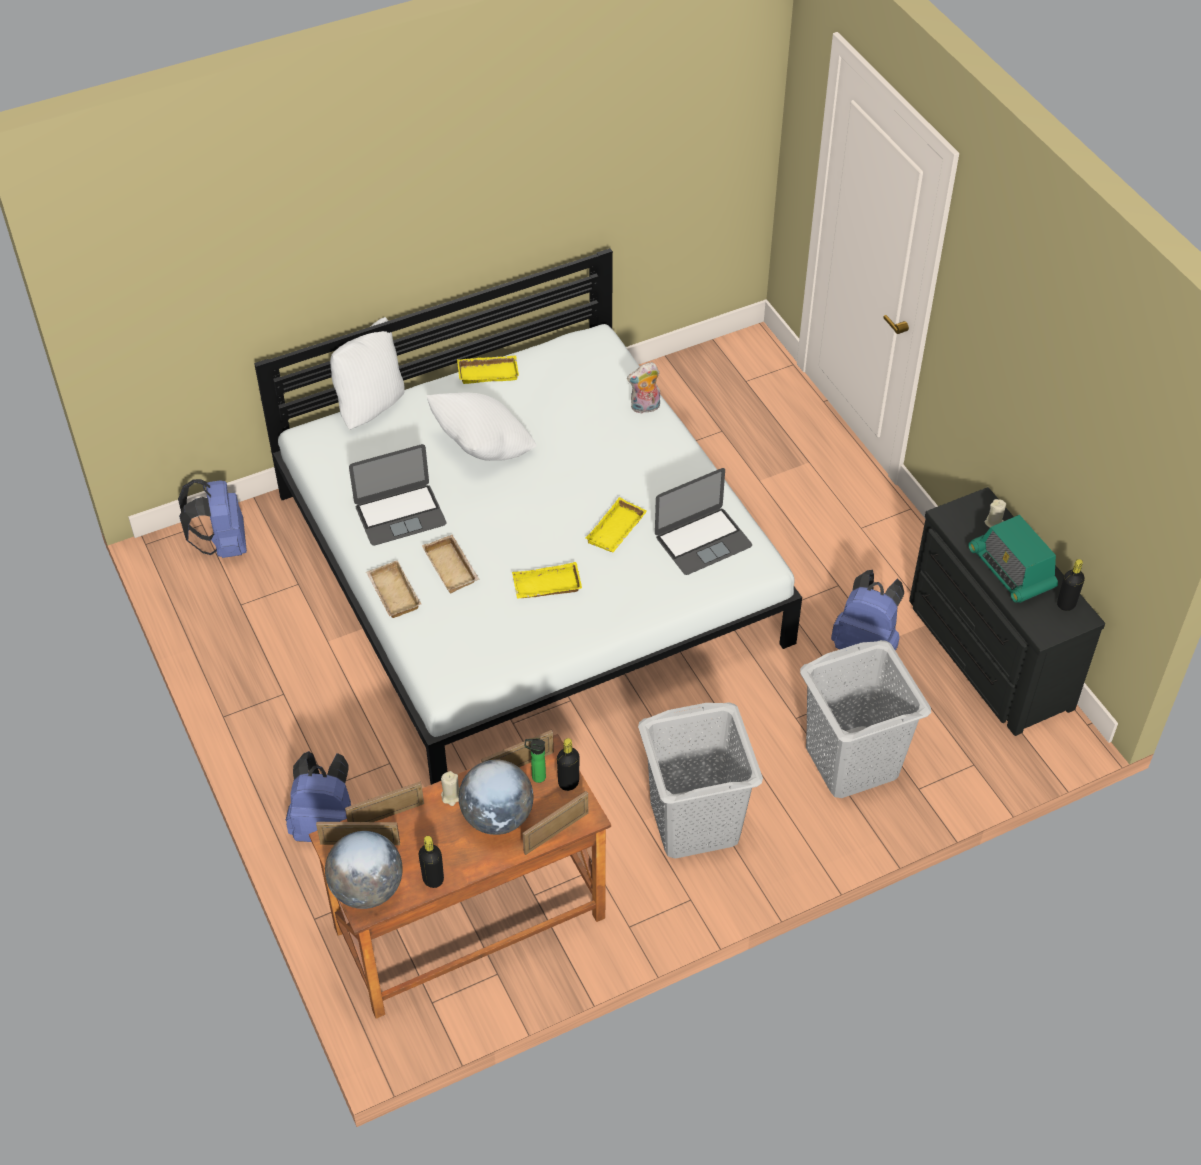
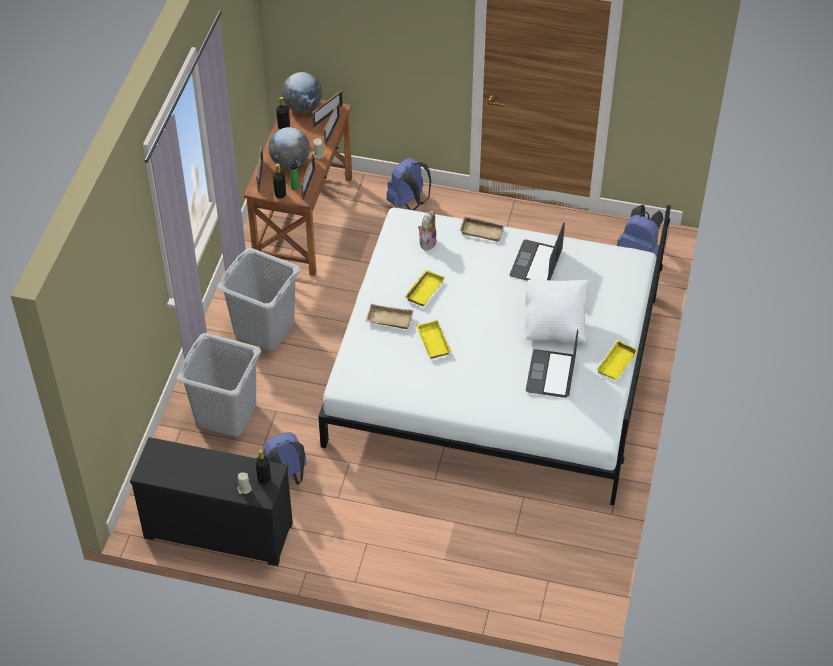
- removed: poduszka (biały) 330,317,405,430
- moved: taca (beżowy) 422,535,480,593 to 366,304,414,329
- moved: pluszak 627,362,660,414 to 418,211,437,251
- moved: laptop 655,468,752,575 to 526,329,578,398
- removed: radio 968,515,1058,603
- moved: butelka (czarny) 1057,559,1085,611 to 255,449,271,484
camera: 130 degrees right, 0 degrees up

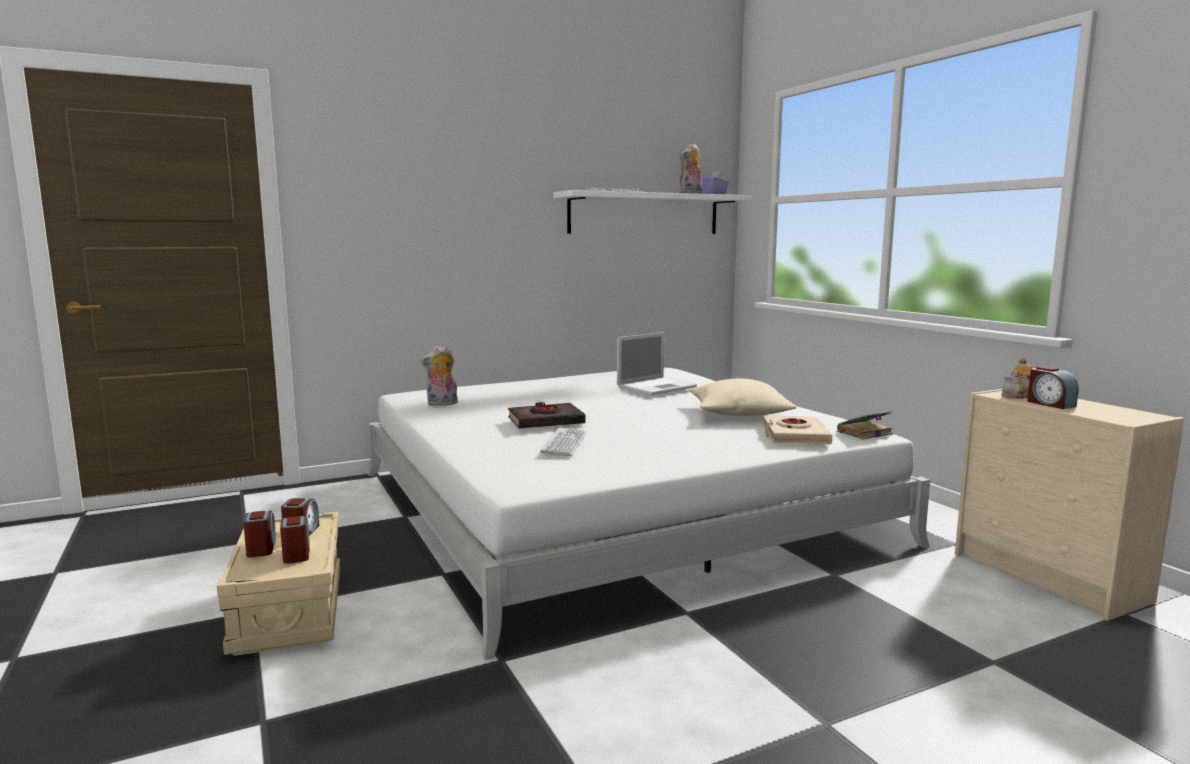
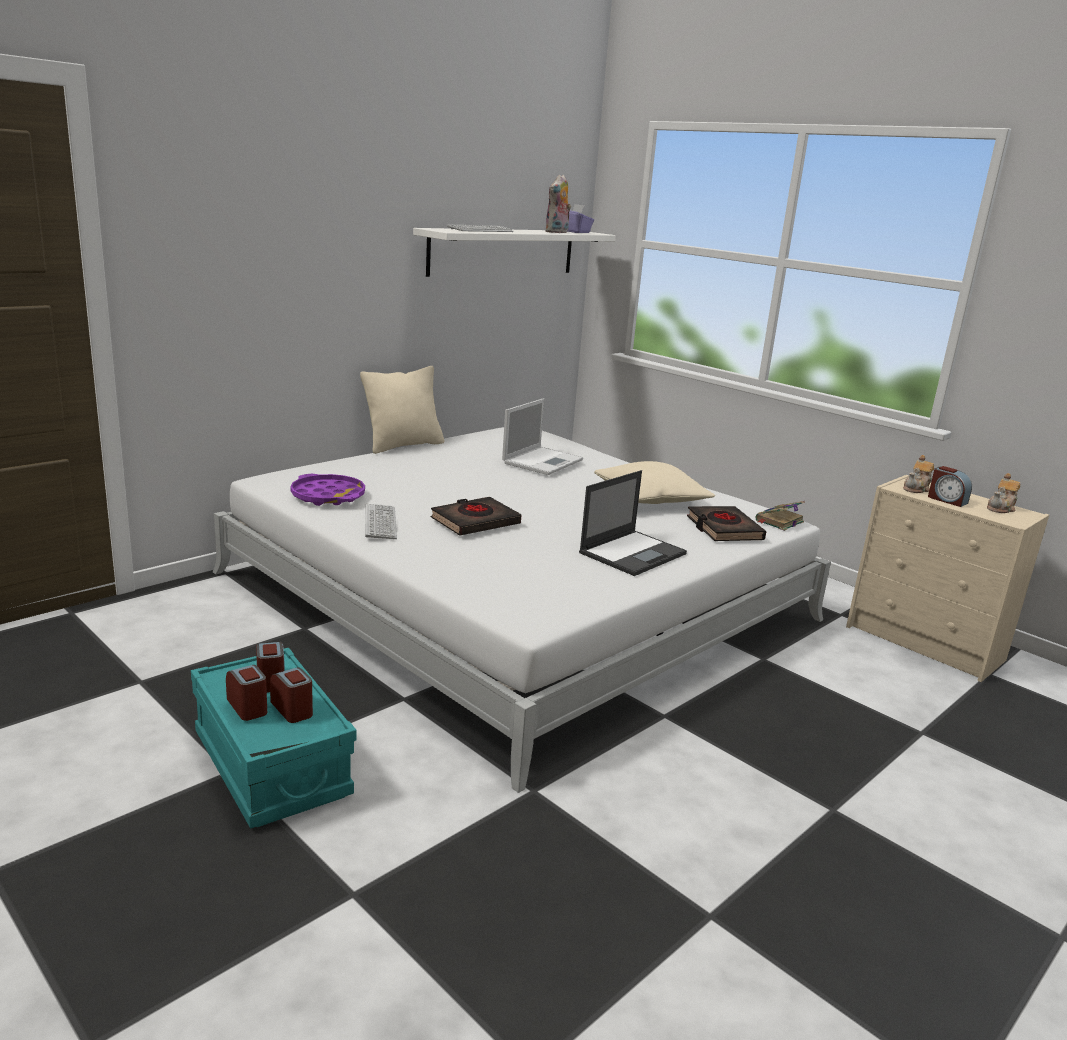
- recoloured: pojemnik do przechowywania (beżowy) 217,512,340,656 to pojemnik do przechowywania (turkusowy) 191,648,357,828
- replaced: pluszak 420,345,458,406 to taca (fioletowy) 290,474,365,506
- moved: klawiatura 540,428,587,456 to 365,504,397,539
- recoloured: książka (beżowy) 763,415,832,444 to książka (czarny) 687,506,766,541
- added: poduszka (beżowy) 360,366,444,454
- added: laptop 579,470,687,576
- added: imbryk 987,473,1020,513
camera: 20 degrees left, 10 degrees up

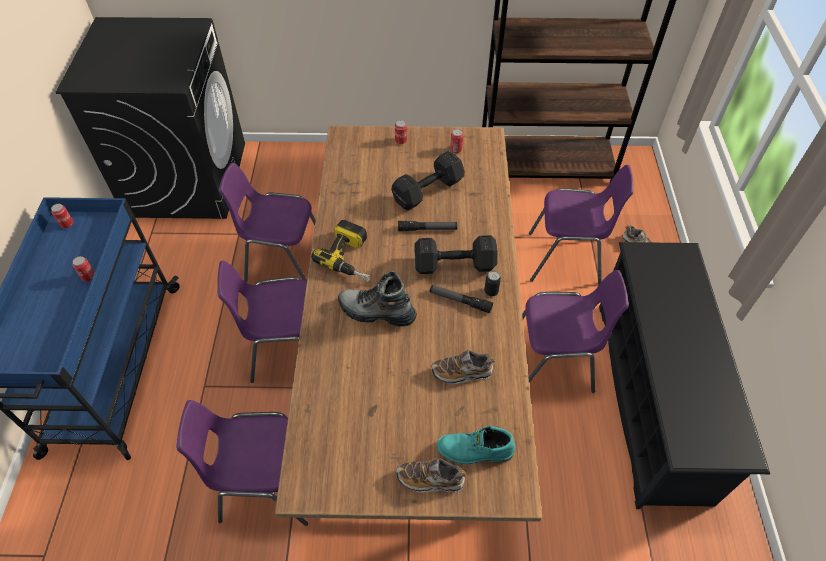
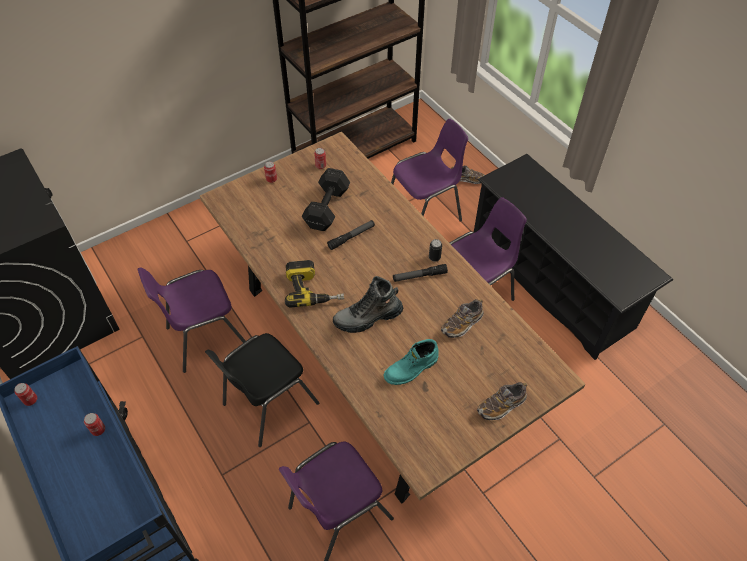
- recoloured: krzesło (fioletowy) 217,261,307,383 to krzesło (czarny) 205,333,319,447
- removed: hantel (czarny) 414,235,498,274
- moved: but z cholewką (turkusowy) 437,426,515,464 to 384,339,439,385
camera: 35 degrees left, 0 degrees up

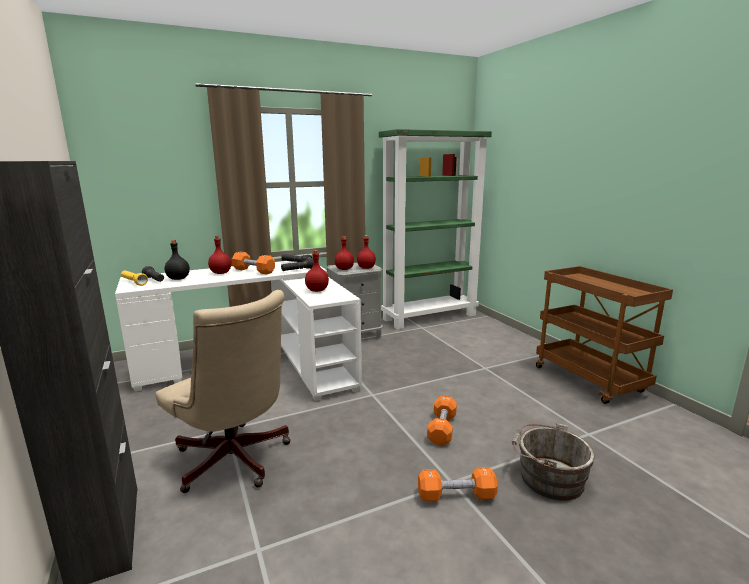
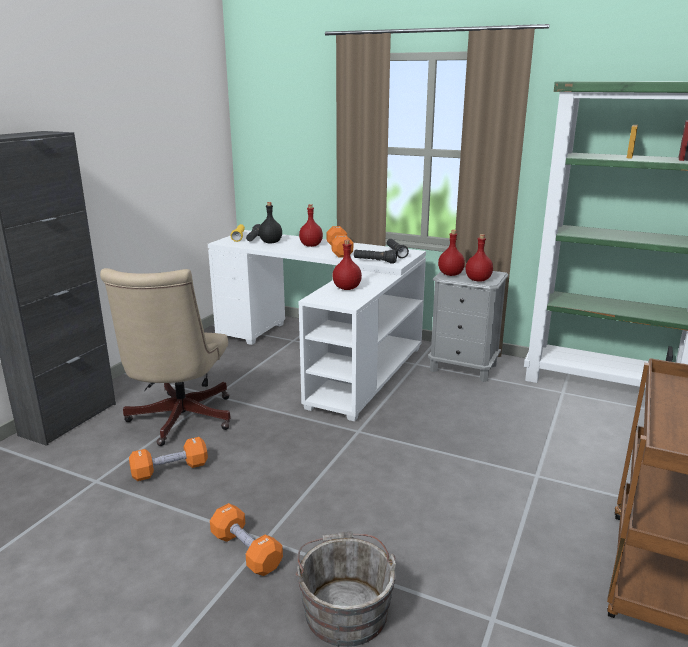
- moved: hantel (pomarańczowy) 427,395,457,446 to 129,437,208,481
camera: 50 degrees right, 5 degrees up

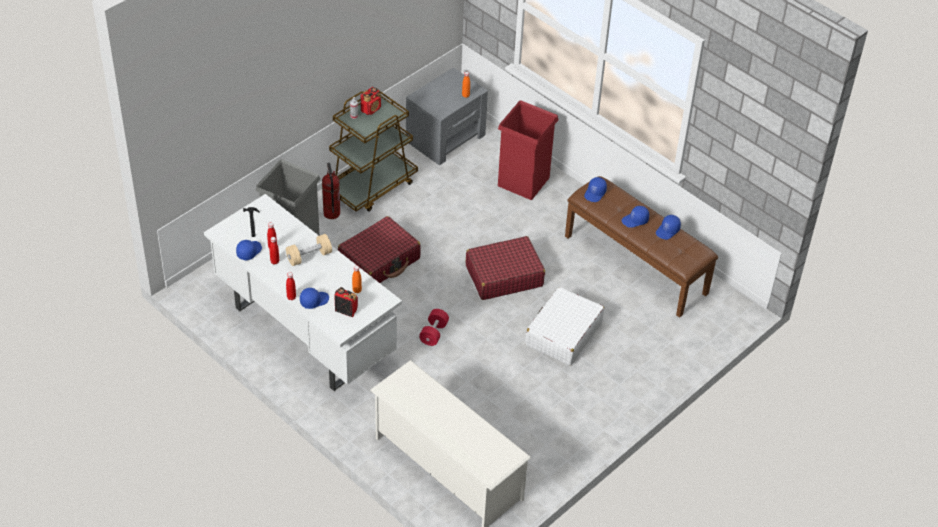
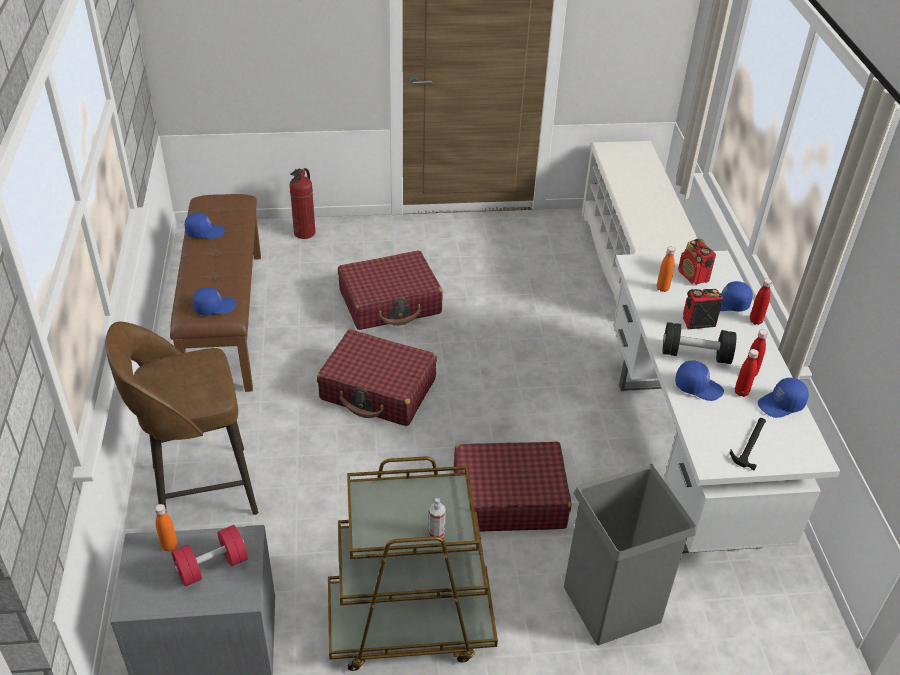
- recoloured: hantel (beżowy) 286,234,332,266 to hantel (czarny) 662,322,736,364
- moved: gaśnica 322,163,340,219 to 290,168,315,239
- moved: radio 361,87,381,115 to 683,289,723,329
- moved: hantel (czerwony) 419,309,449,346 to 171,525,248,587
- replaced: kosz na śmieci (czerwony) 498,100,558,200 to stołek (brązowy) 105,322,258,515
- recoloured: walizka (biały) 525,287,604,366 to walizka (czerwony) 338,251,443,330
- moved: czapka z daszkiem (niebieski) 622,206,649,228 to 675,360,724,401
camera: 140 degrees left, 5 degrees down

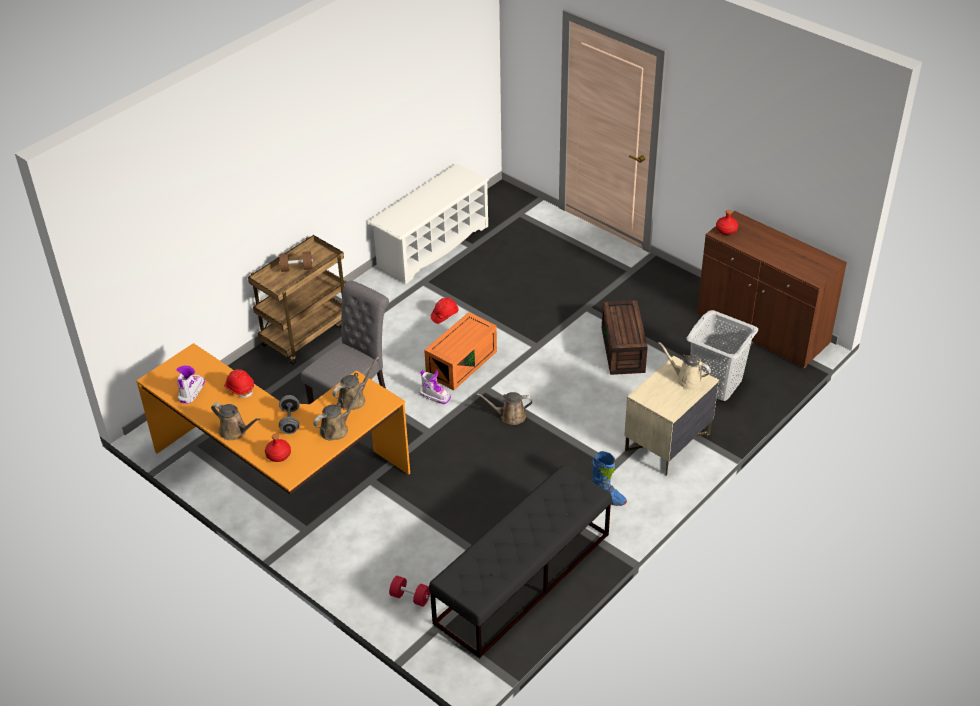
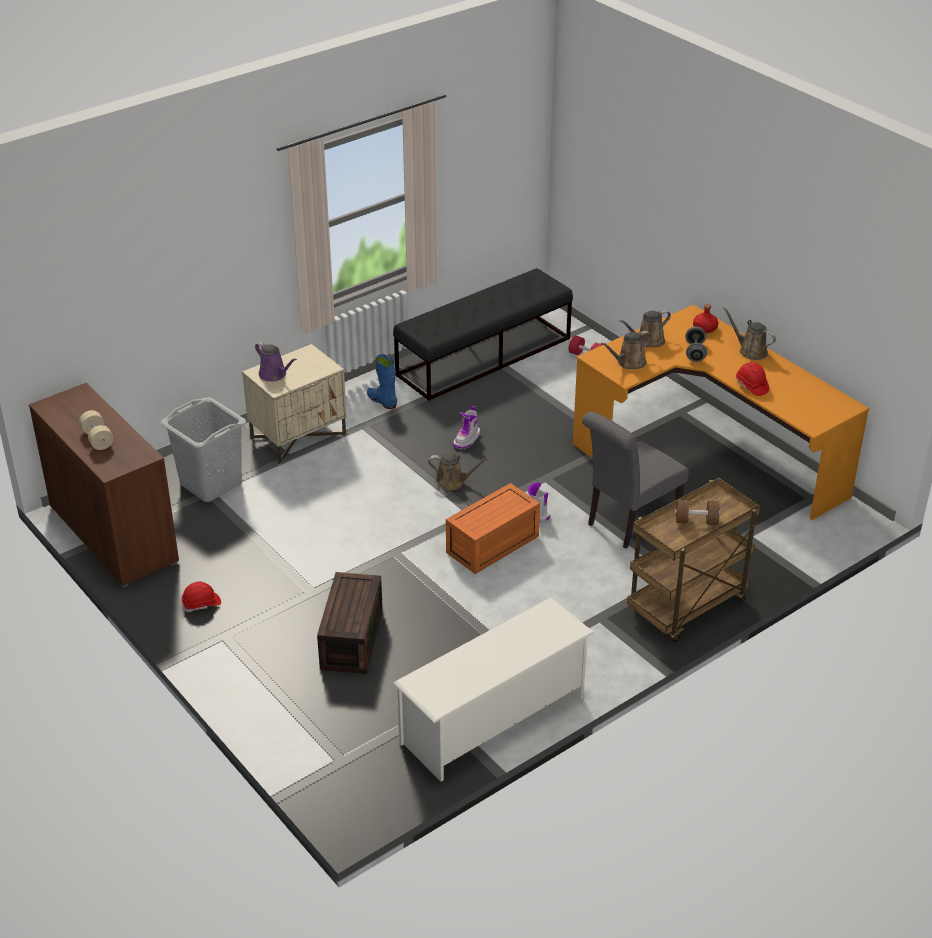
- moved: but z cholewką 176,365,205,404 to 453,406,480,449
- moved: kask (czerwony) 431,298,459,324 to 181,581,221,612
- moved: pojemnik do przechowywania (brązowy) 602,300,648,375 to 317,572,383,674
- recoloured: konewka (beżowy) 659,342,711,390 to konewka (fioletowy) 255,342,297,382
- removed: butelka (czerwony) 716,210,738,235
- added: hantel (beżowy) 79,410,114,450
camera: 170 degrees left, 5 degrees down

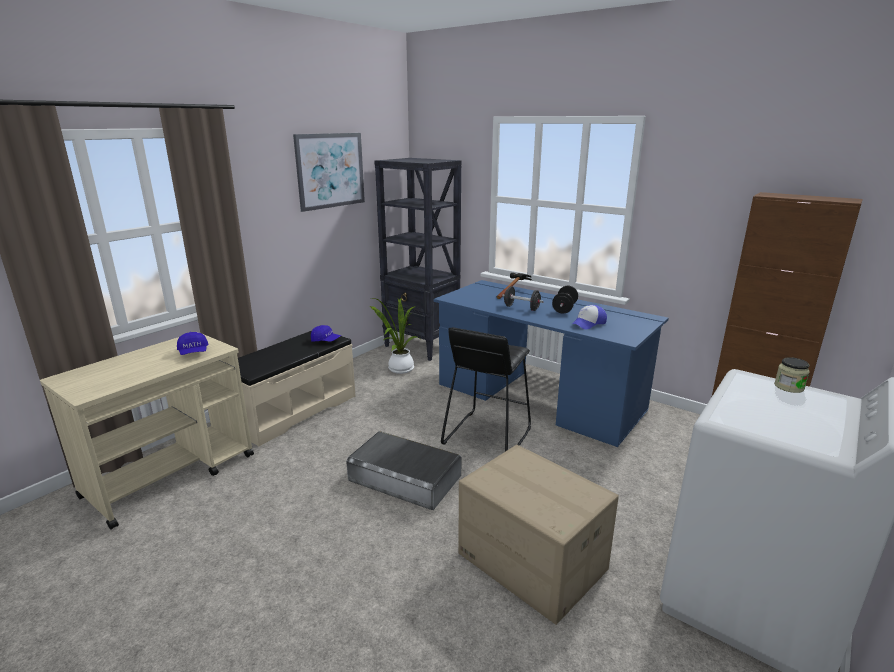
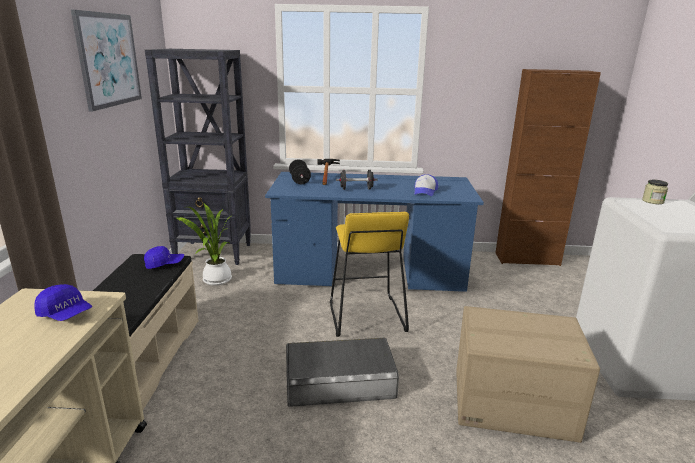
- recoloured: stołek (czarny) 441,327,531,452 to stołek (żółty) 330,212,409,337
- moved: hantel (czarny) 552,286,578,314 to 289,159,311,184
camera: 35 degrees left, 0 degrees up

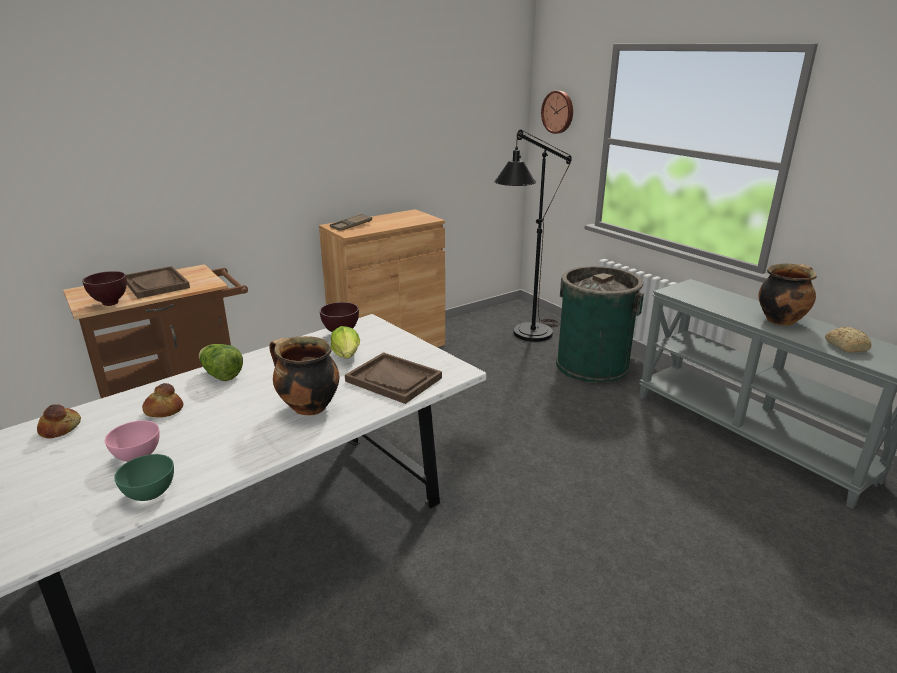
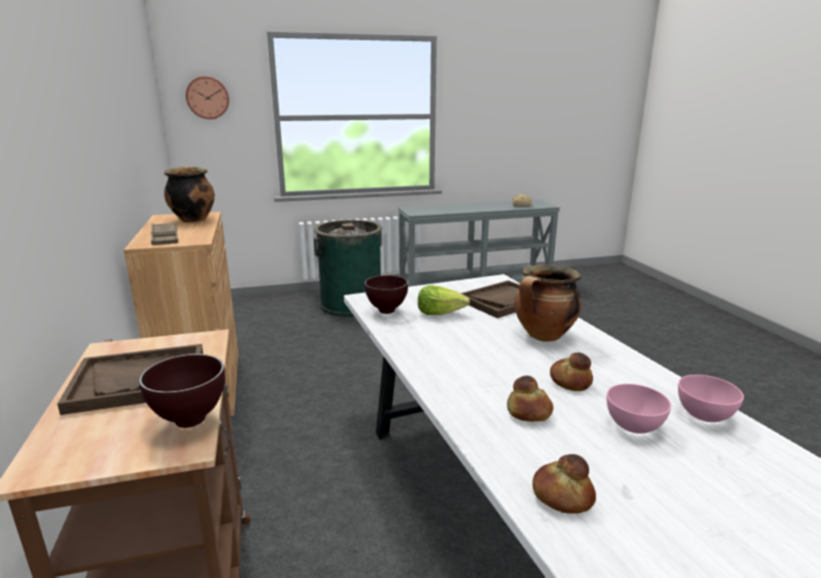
- recoloured: miska (zielony) 114,454,174,501 to miska (różowy) 678,375,744,422
- removed: sałata 199,343,243,381
- removed: lampa stojąca (czarny) 494,130,572,342
- moved: garnek 758,264,817,326 to 164,166,215,223
- added: chleb 550,352,593,391
camera: 70 degrees left, 5 degrees down

